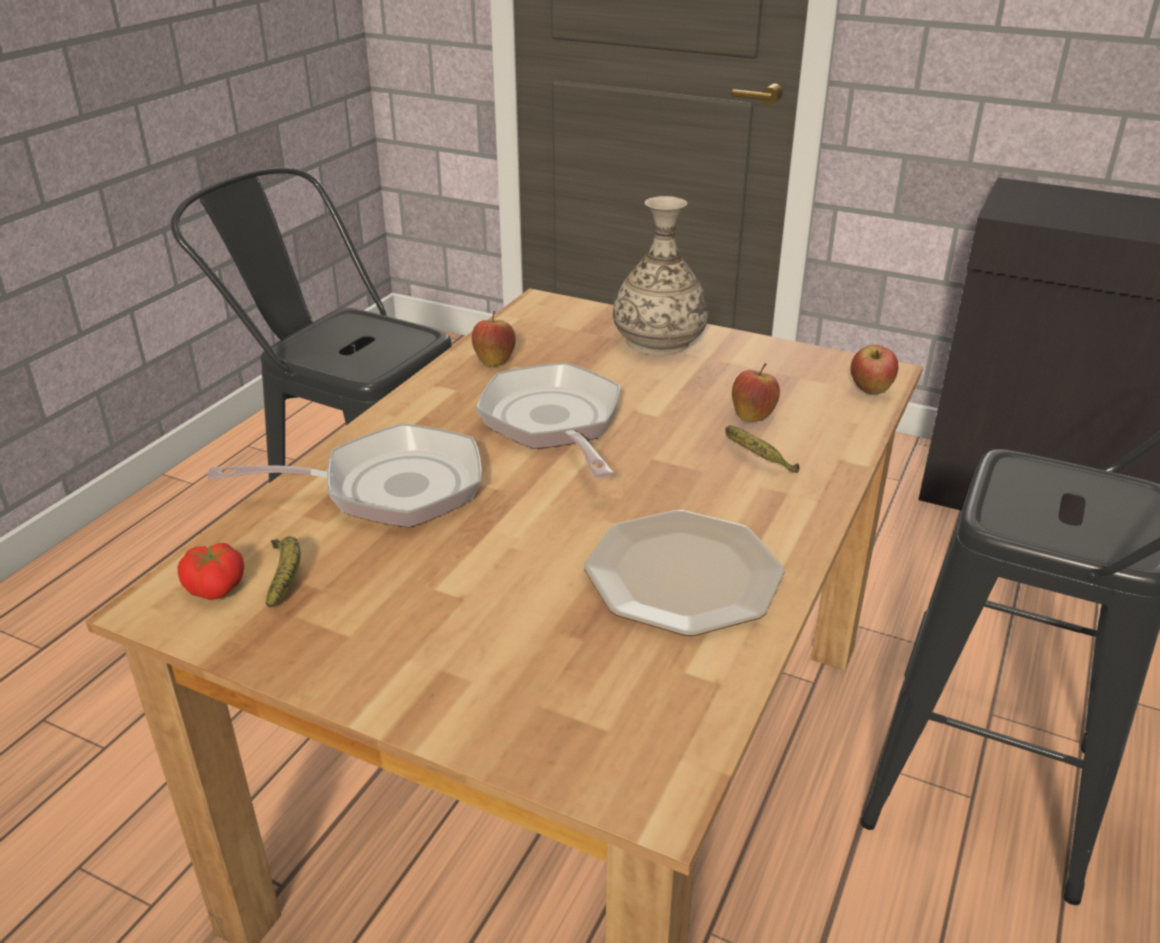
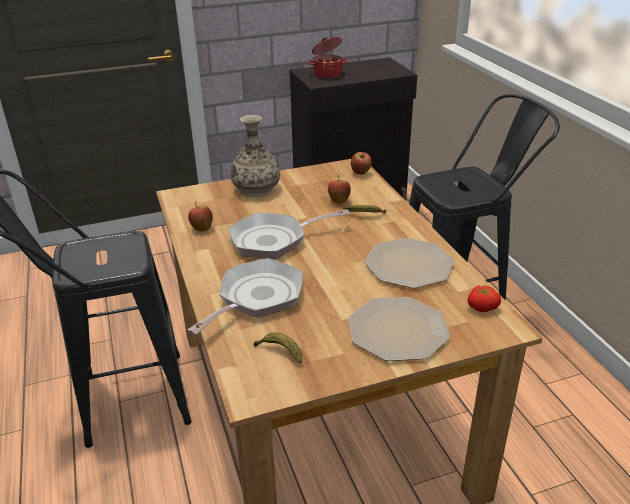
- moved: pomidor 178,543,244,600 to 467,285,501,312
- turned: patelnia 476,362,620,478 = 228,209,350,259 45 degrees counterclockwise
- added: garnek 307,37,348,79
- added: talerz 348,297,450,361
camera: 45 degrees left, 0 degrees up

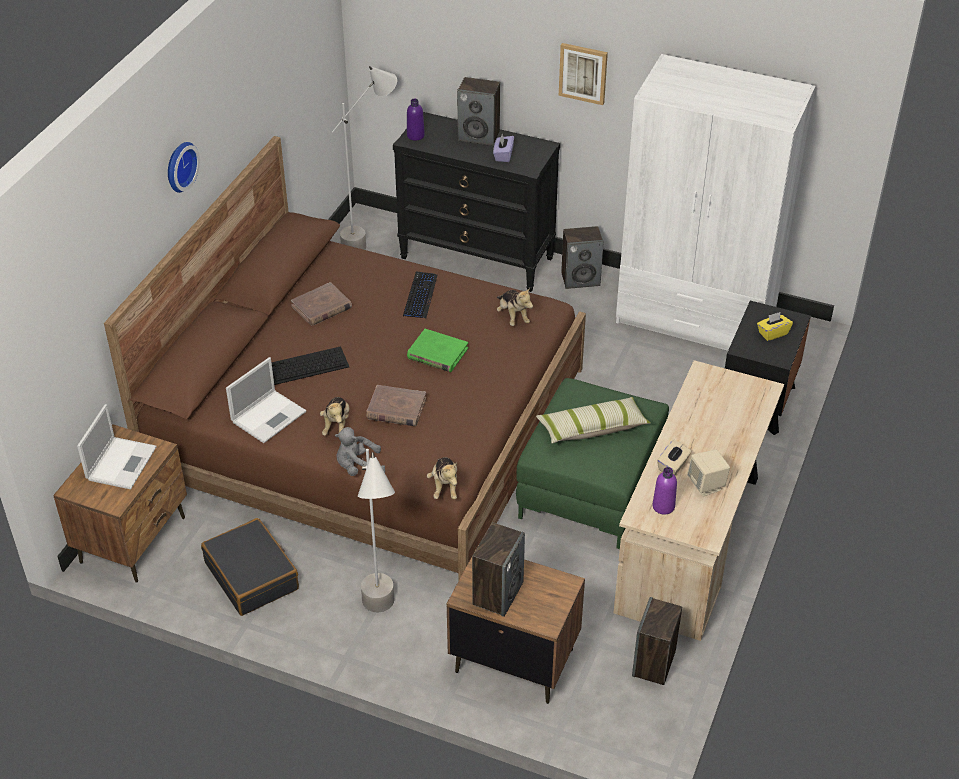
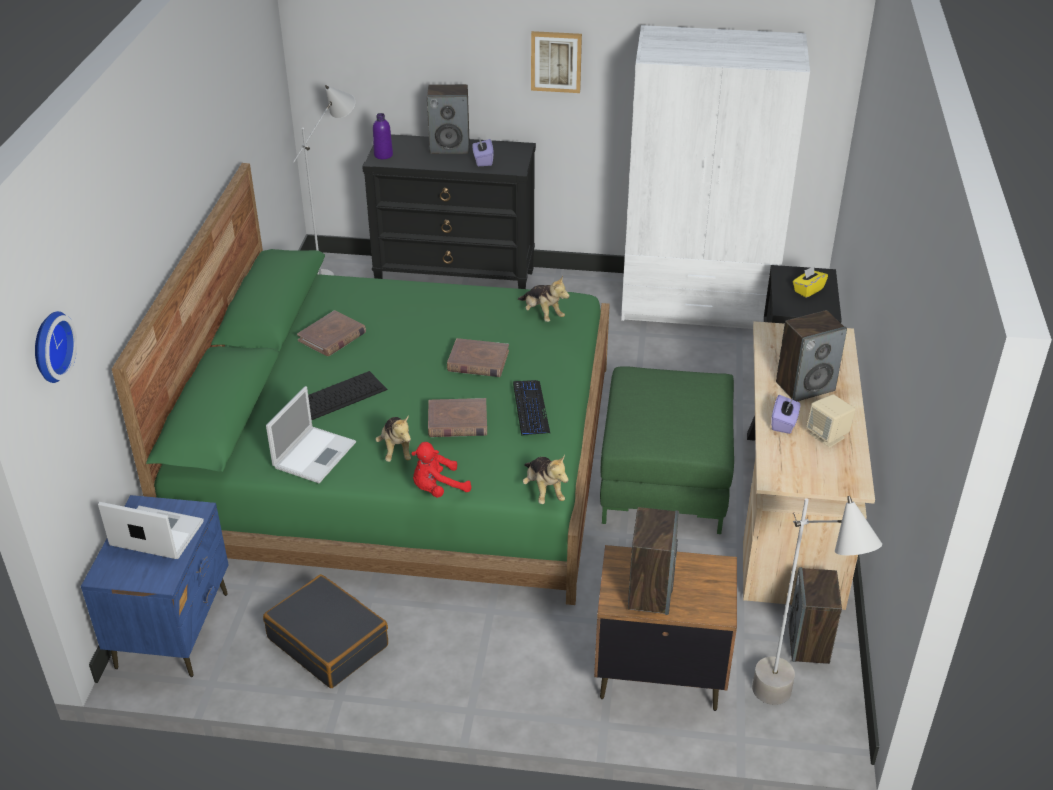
- recoloured: szafka nocna (brązowy) 53,424,187,583 to szafka nocna (niebieski) 81,495,229,677
- turned: laptop 77,404,157,489 = 98,502,204,559 75 degrees counterclockwise
- recoloured: łóżko (brązowy) 104,136,586,579 to łóżko (zielony) 112,163,610,605
- moved: zegar ścienny 168,142,200,193 to 35,311,77,383
- recoloured: pluszak (szary) 335,427,385,476 to pluszak (czerwony) 411,442,471,498
- moved: lampa stojąca (szary) 358,449,395,612 to 752,496,882,705
- moved: klawiatura 403,271,437,318 to 513,380,550,436
- recoloured: książka (zielony) 407,329,468,372 to książka (brązowy) 447,338,509,377
- removed: poduszka 536,397,651,443
- moved: głośnik 561,226,604,289 to 776,310,847,401
- removed: butelka (fioletowy) 652,467,677,515
- recoloured: pudełko chusteczek (beżowy) 657,439,691,475 to pudełko chusteczek (fioletowy) 771,395,800,434
camera: 15 degrees left, 5 degrees down

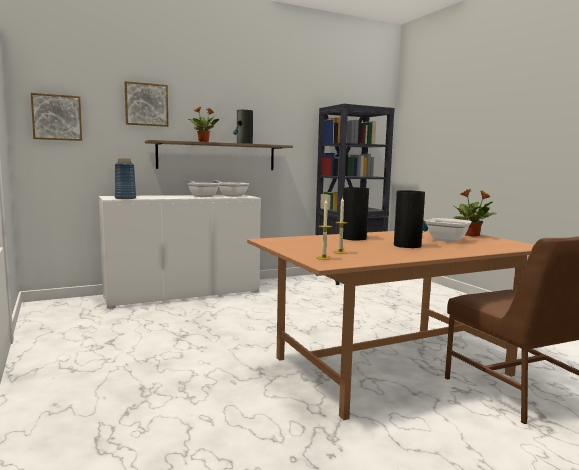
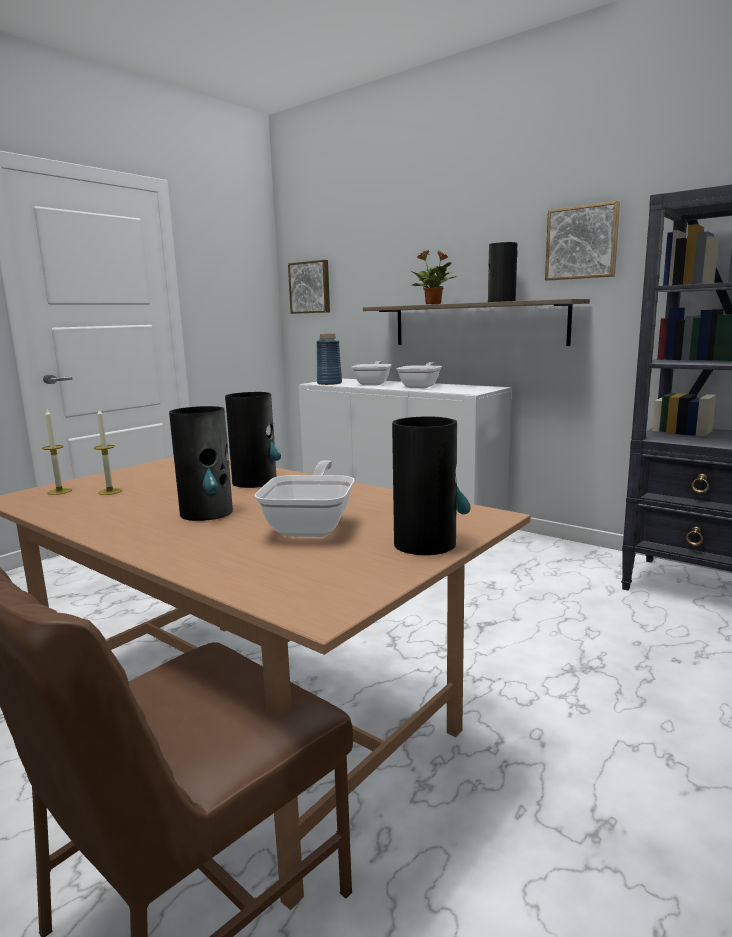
- moved: obraz 125,81,168,127 to 545,201,620,281
- moved: patelnia 211,181,249,197 to 352,361,392,385
- replaced: roślina doniczkowa 452,189,497,237 to wazon 392,416,471,555
camera: 65 degrees right, 5 degrees up

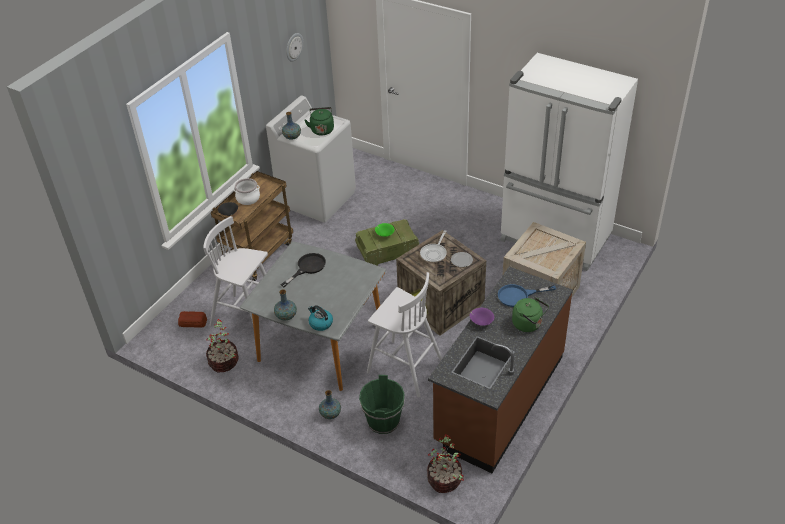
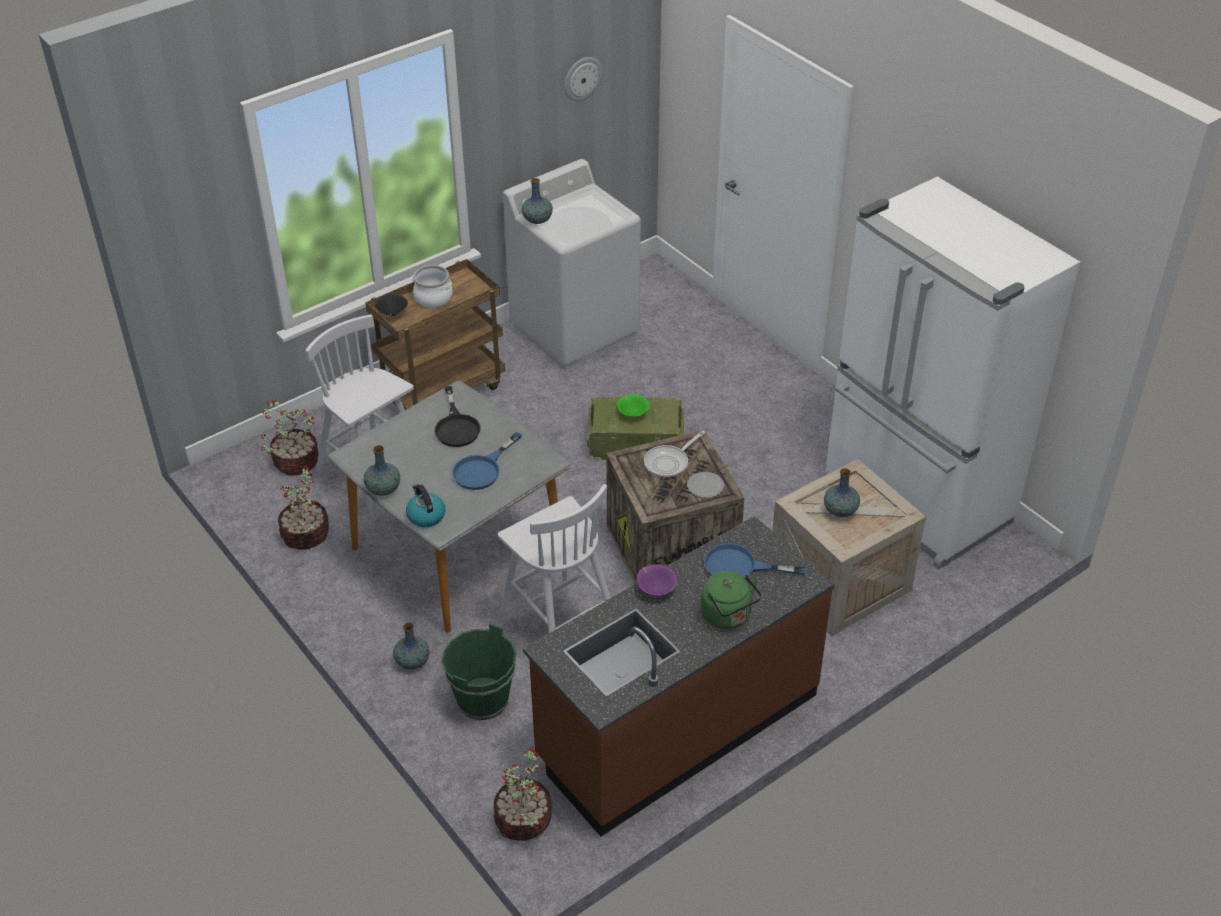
- replaced: chleb 178,311,207,328 to roślina doniczkowa 261,400,319,476
- turned: patelnia (czarny) 280,253,326,287 = 435,386,481,447 105 degrees clockwise
- removed: czajnik (zielony) 305,107,334,135
- added: patelnia (niebieski) 452,432,522,490
- added: wazon 824,468,860,517
camera: 20 degrees right, 0 degrees up

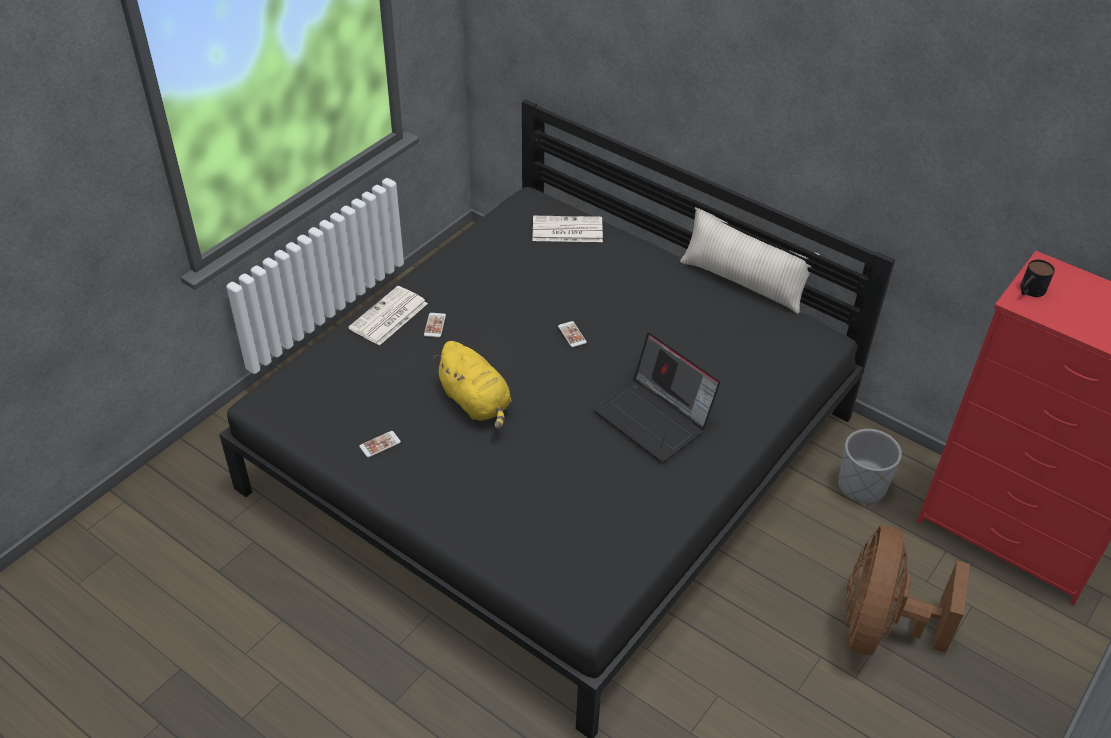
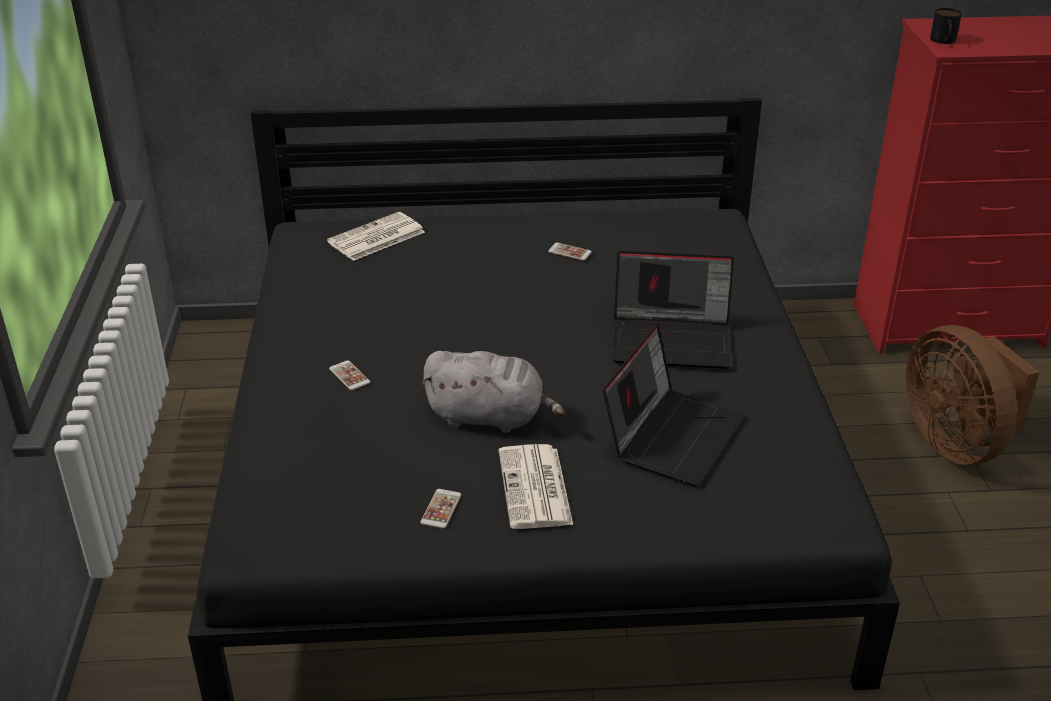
- moved: gazeta 348,286,428,346 to 499,444,573,529
- recoloured: pluszak (żółty) 433,341,512,429 to pluszak (szary) 421,351,565,433
- moved: telefon 558,321,587,347 to 548,243,592,261
- removed: poduszka (beżowy) 680,207,820,314
- removed: donica (szary) 838,429,902,505
- added: laptop 603,324,744,486
camera: 40 degrees left, 10 degrees down

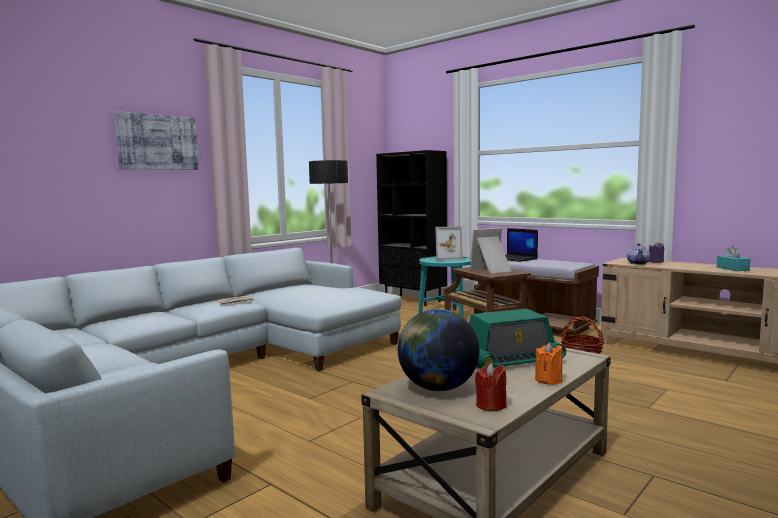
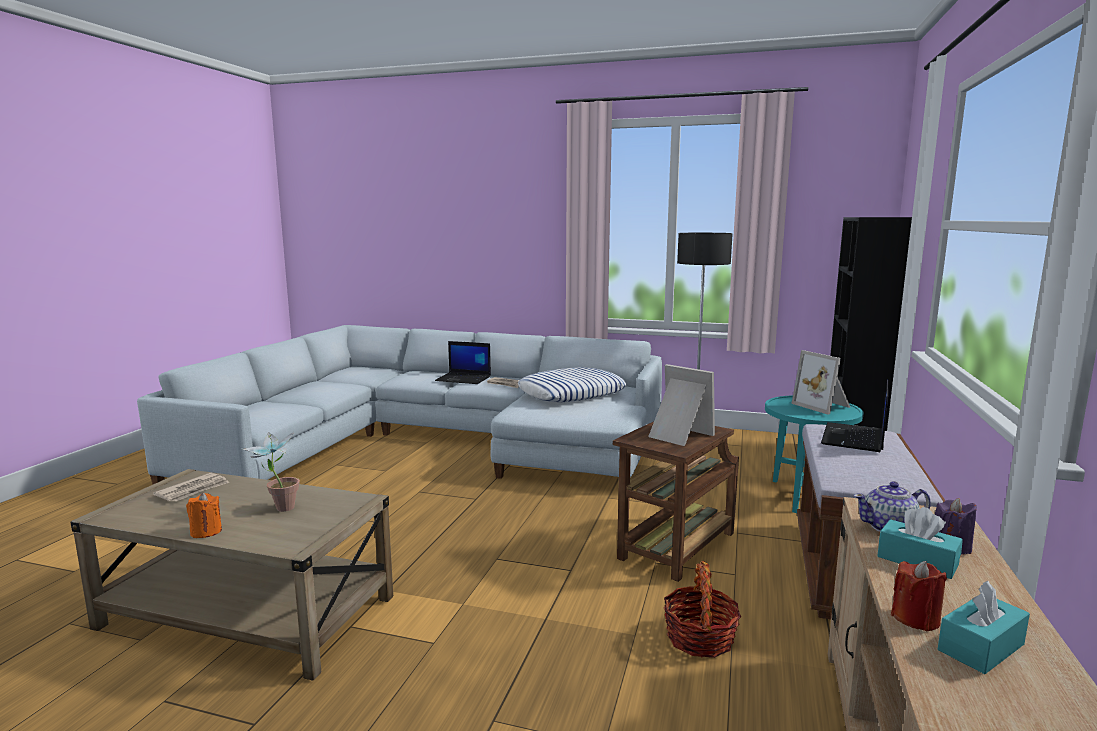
- removed: obraz 114,111,199,170
- replaced: globus 398,309,480,391 to gazeta 153,473,230,501
- replaced: radio 469,309,566,369 to roślina doniczkowa 243,431,300,512
- moved: świeca (czerwony) 475,363,507,411 to 891,561,947,631
- added: laptop 435,341,491,384
- added: poduszka 518,367,627,402
- added: pudełko chusteczek (turkusowy) 877,507,963,579
camera: 65 degrees right, 5 degrees up

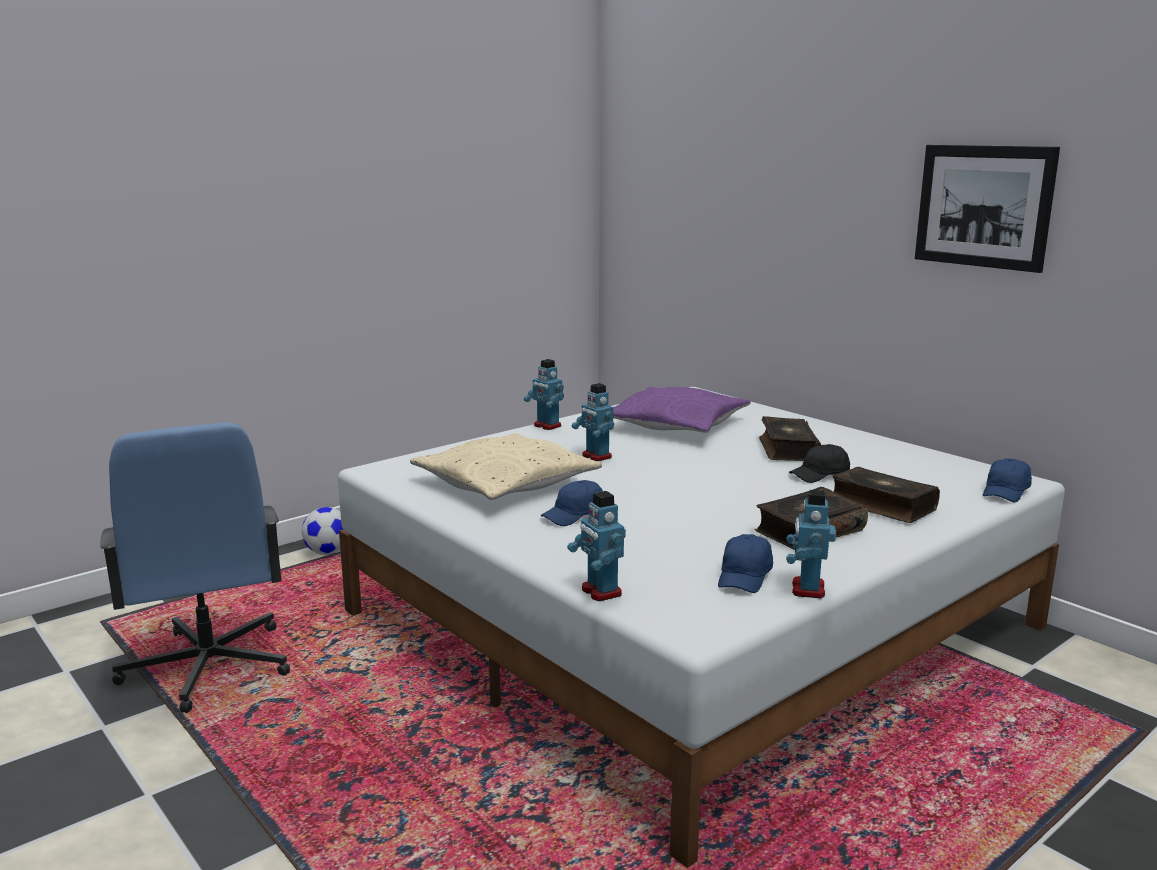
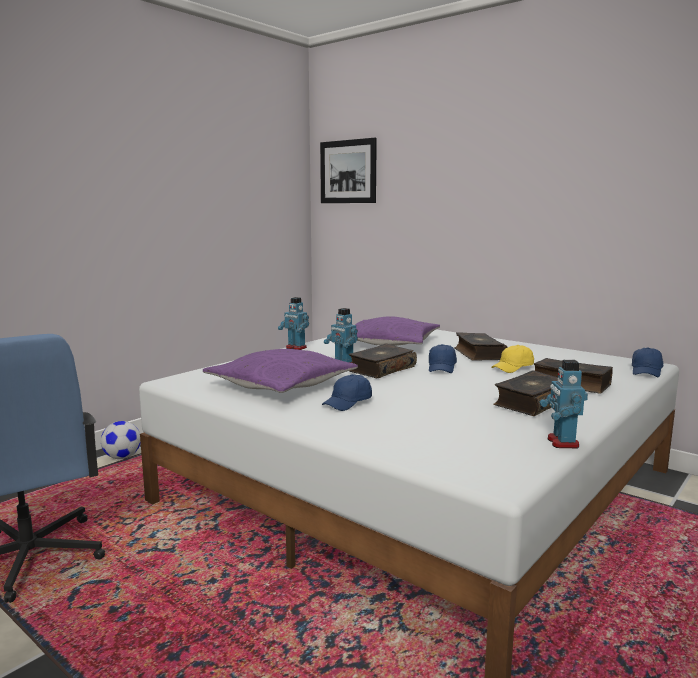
- recoloured: poduszka (beżowy) 410,433,602,500 to poduszka (fioletowy) 203,349,358,393
- removed: robot zabawkowy 567,491,626,601
- moved: czapka z daszkiem (niebieski) 718,534,773,593 to 429,344,457,373
- recoloured: czapka z daszkiem (czarny) 789,444,850,483 to czapka z daszkiem (żółty) 492,345,534,373
- moved: obraz 915,145,1060,273 to 320,138,377,203
- added: książka 349,344,417,378
camera: 10 degrees left, 5 degrees down

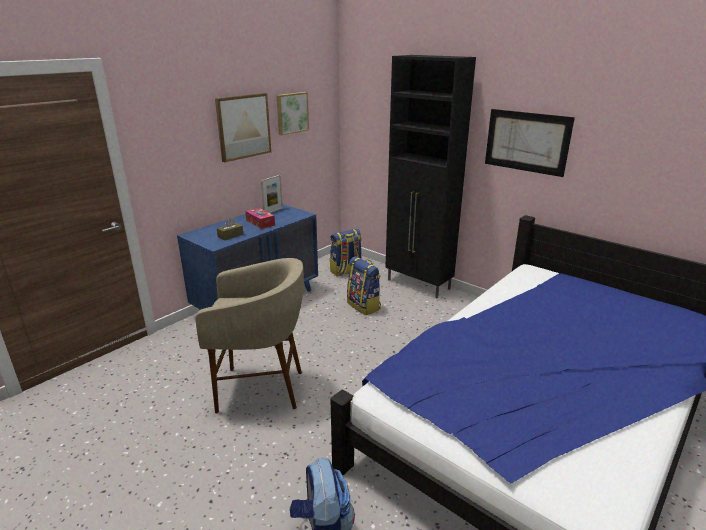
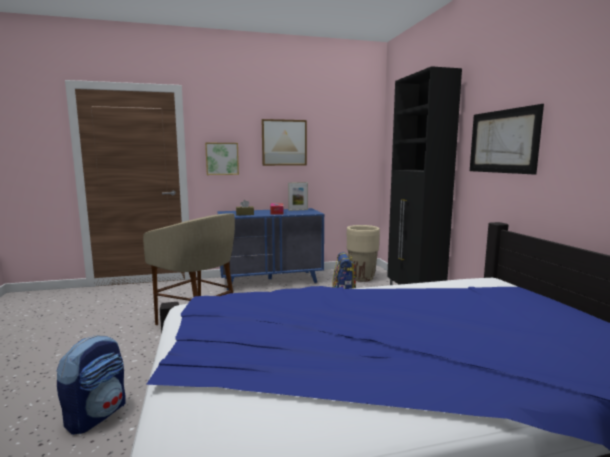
- moved: obraz 276,92,309,135 to 205,143,239,175
- replaced: plecak 330,229,362,277 to donica (beżowy) 347,225,380,282
camera: 35 degrees right, 15 degrees down

